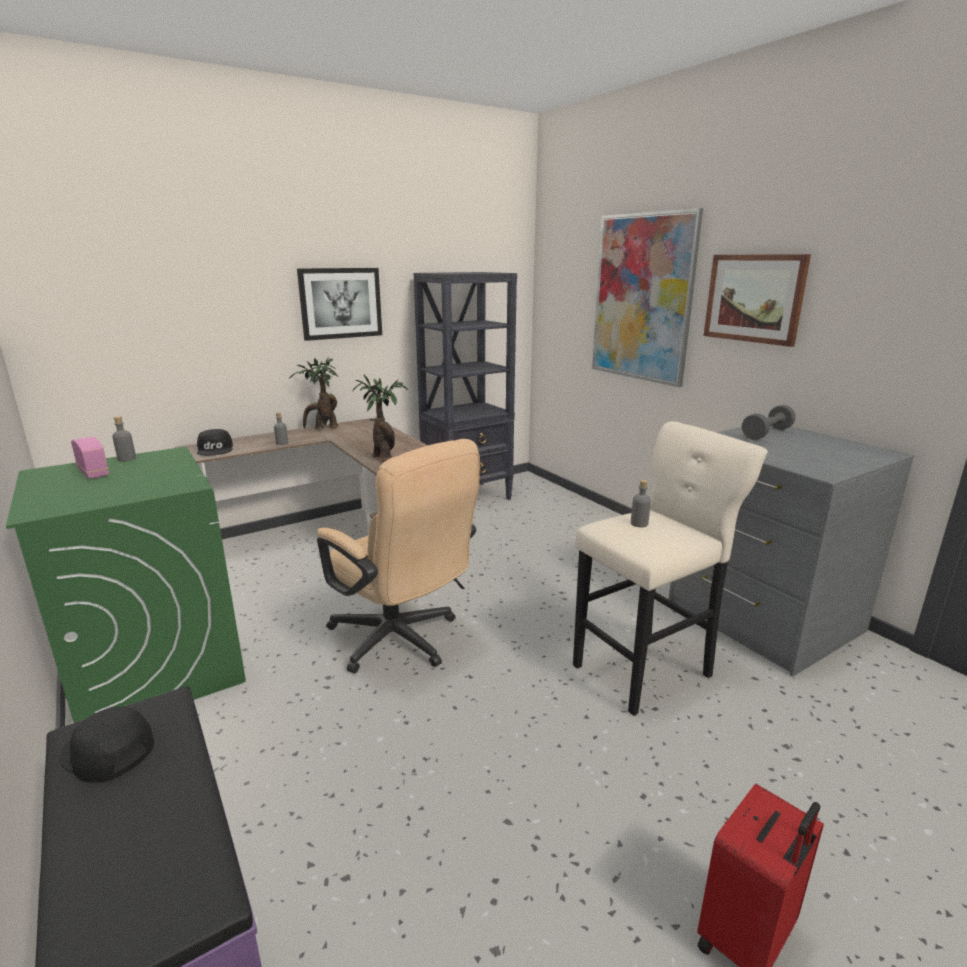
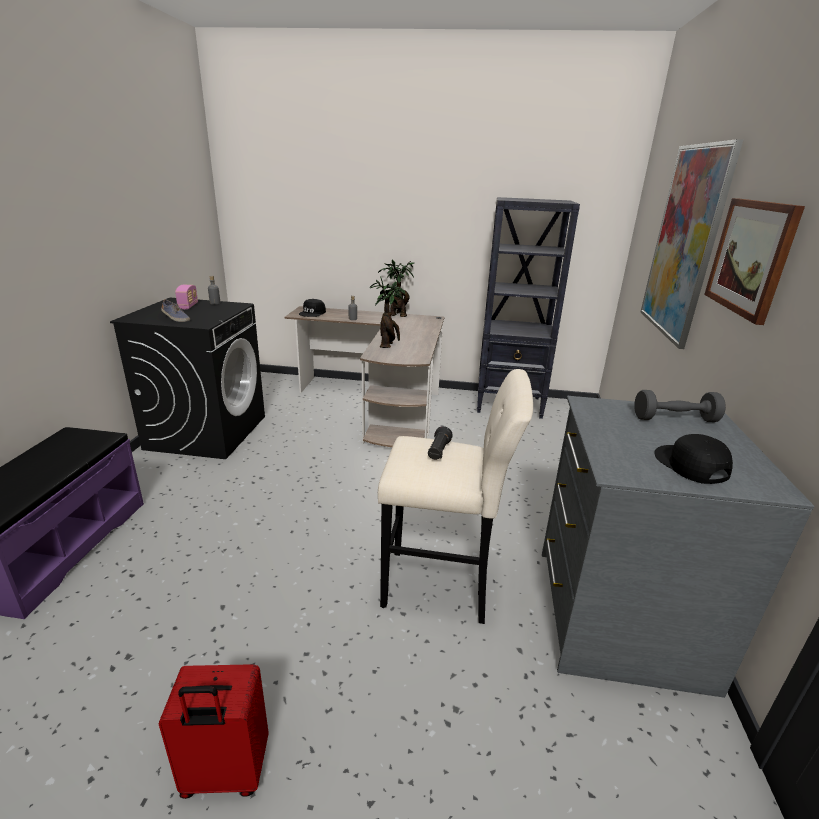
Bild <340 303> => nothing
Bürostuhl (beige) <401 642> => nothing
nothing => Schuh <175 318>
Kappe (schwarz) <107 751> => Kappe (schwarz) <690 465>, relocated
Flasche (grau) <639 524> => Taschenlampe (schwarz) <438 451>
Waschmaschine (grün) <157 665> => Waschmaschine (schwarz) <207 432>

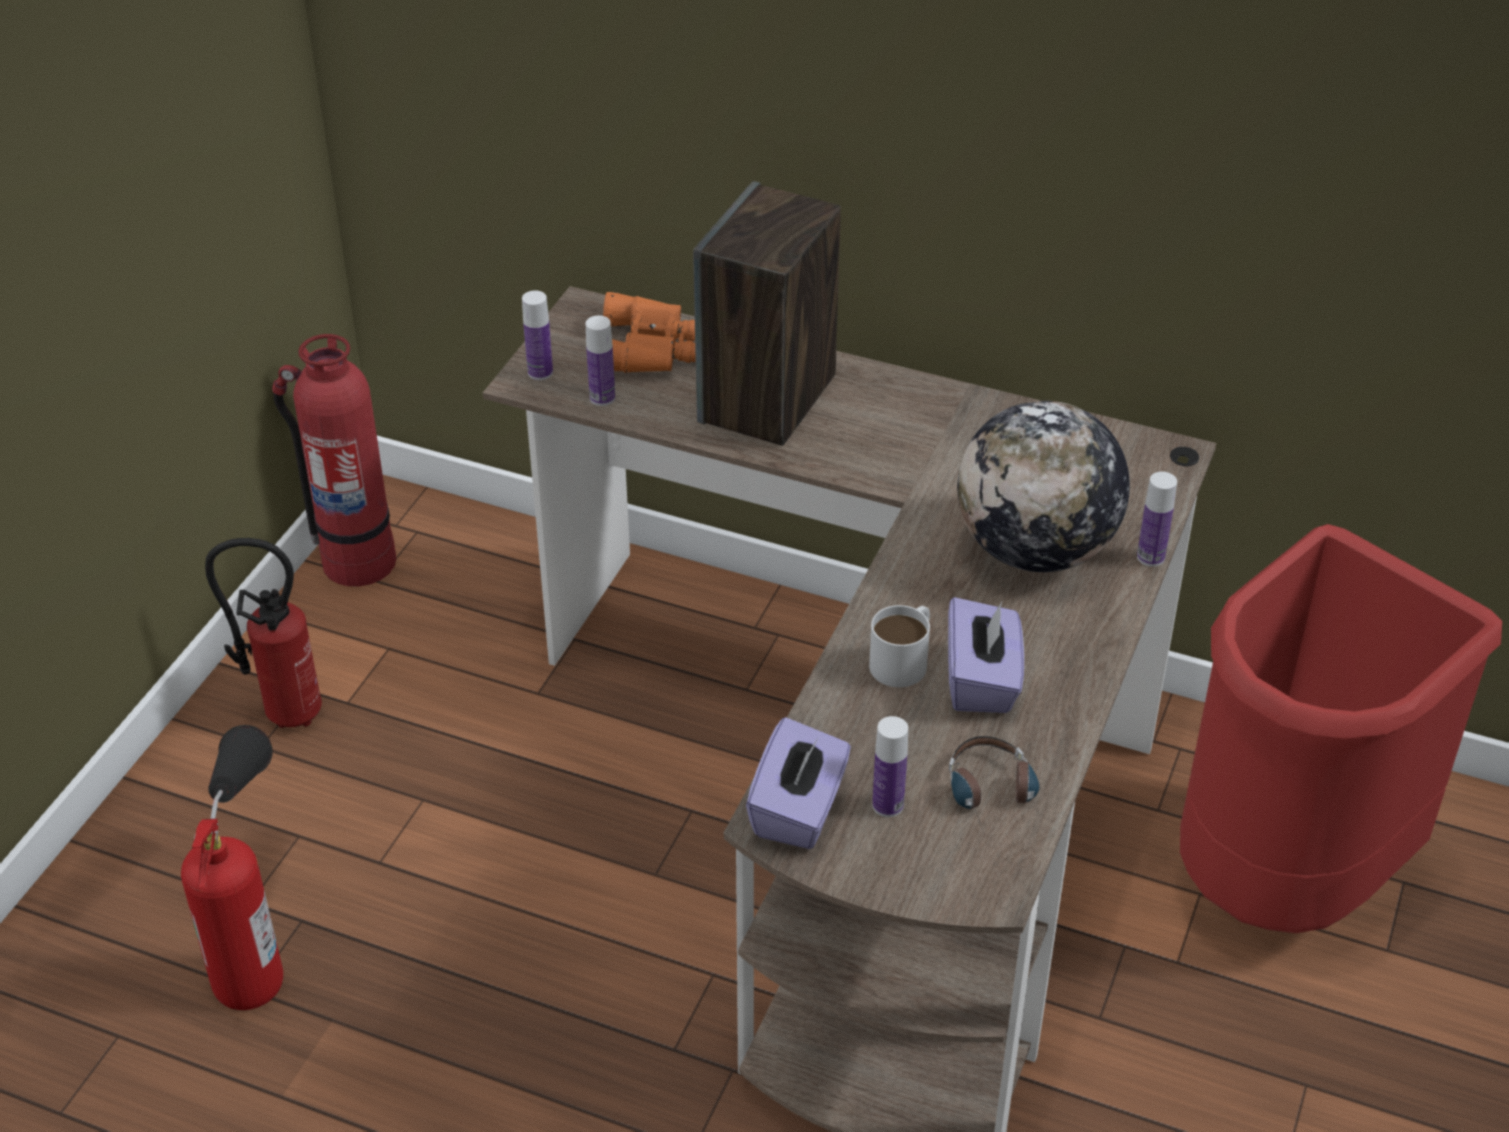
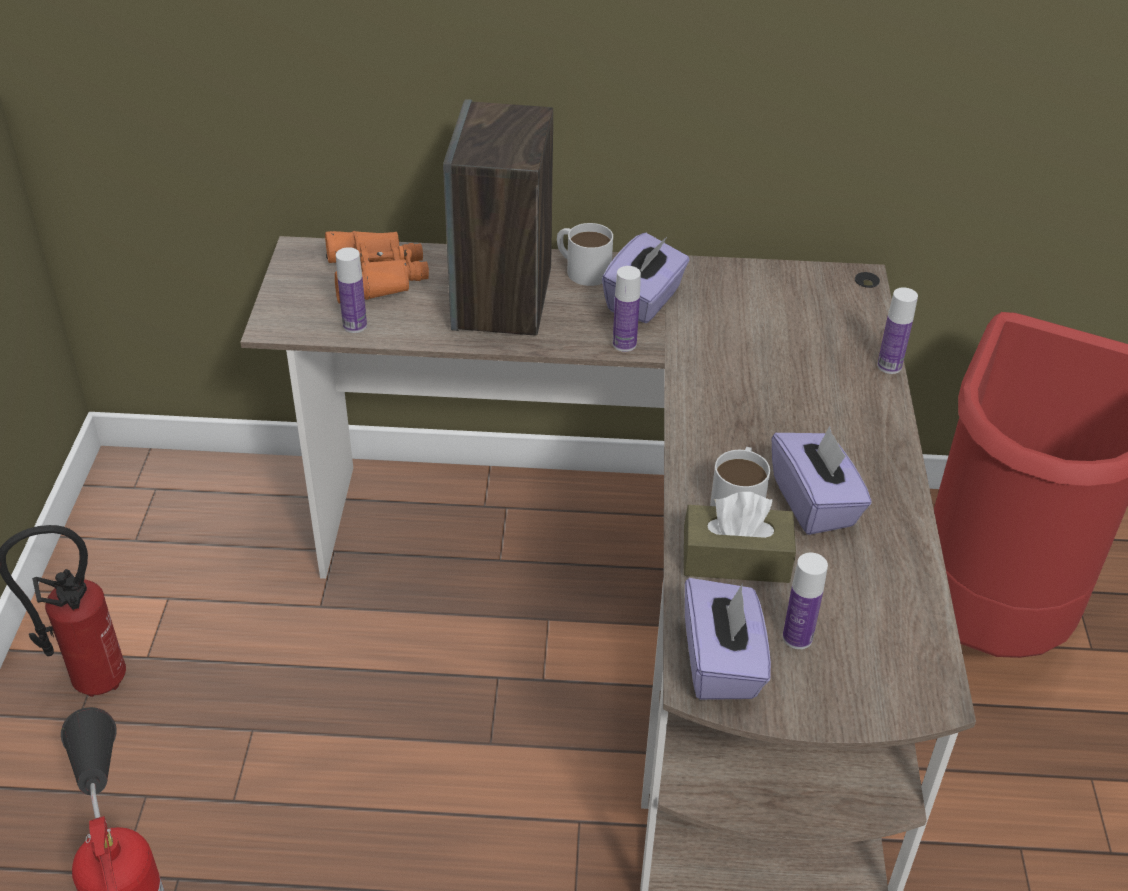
Feuerlöscher <357 560> => nothing
Kopfhörer <993 796> => nothing
Globus <1036 550> => nothing
nothing => Henkelbecher (weiß) <581 268>
nothing => Taschentuchbox (lila) <644 300>
nothing => Taschentuchbox (braun) <736 559>
Flasche <540 372> => Flasche <624 344>, relocated

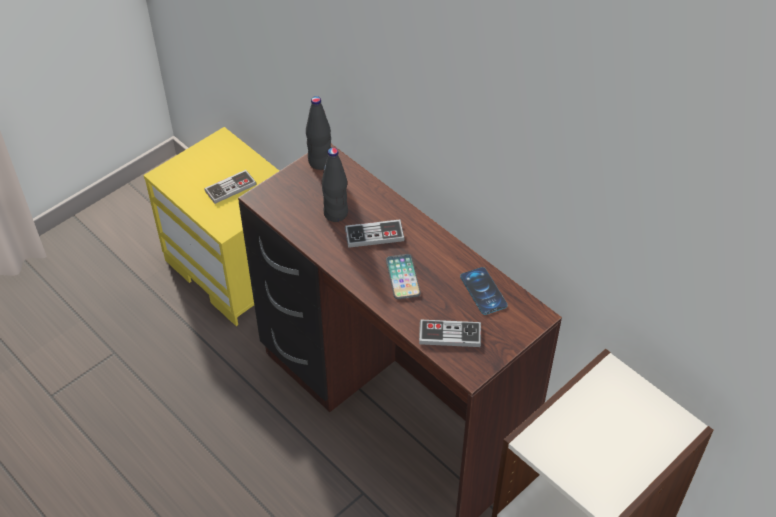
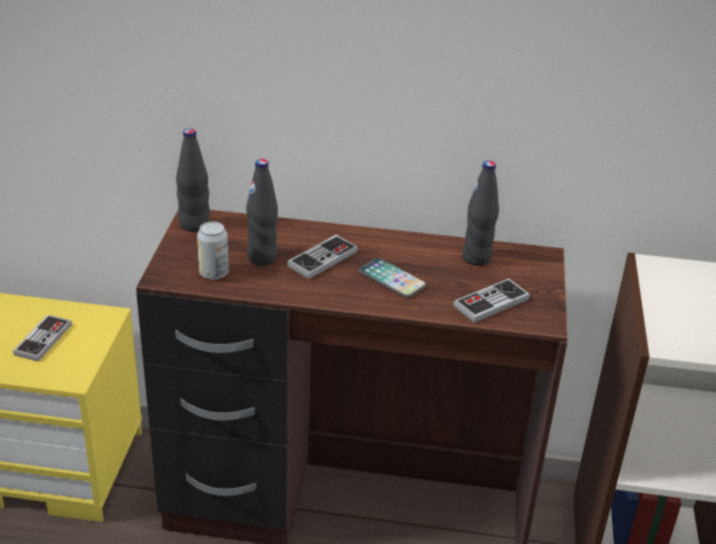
nothing => Dose <214 273>
Handy <483 291> => Flasche (schwarz) <477 258>

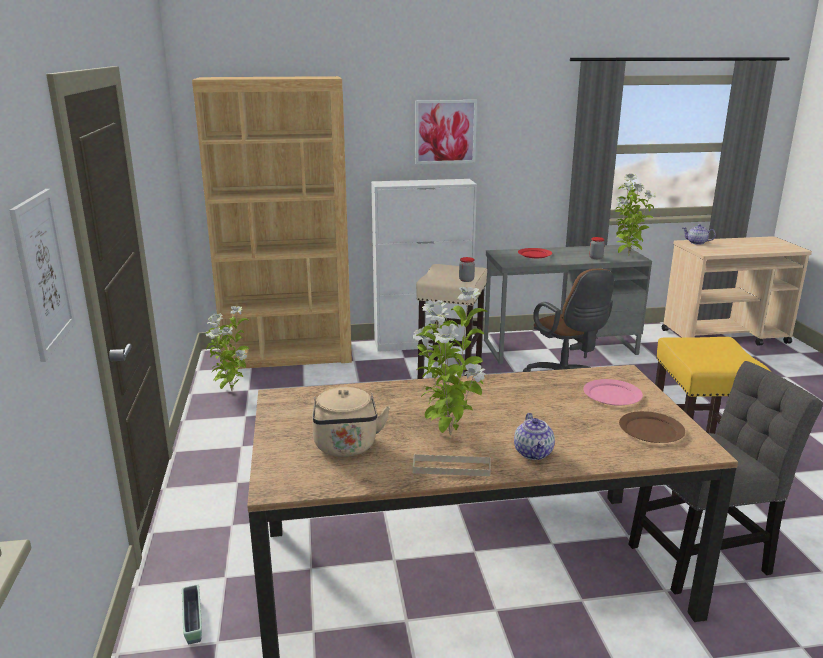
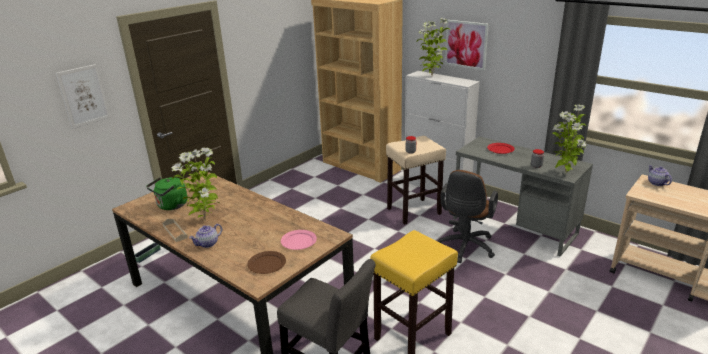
Topfpflanze <230 391> => Topfpflanze <431 76>, relocated
Wasserkessel (beige) <346 448> => Wasserkessel (grün) <171 206>

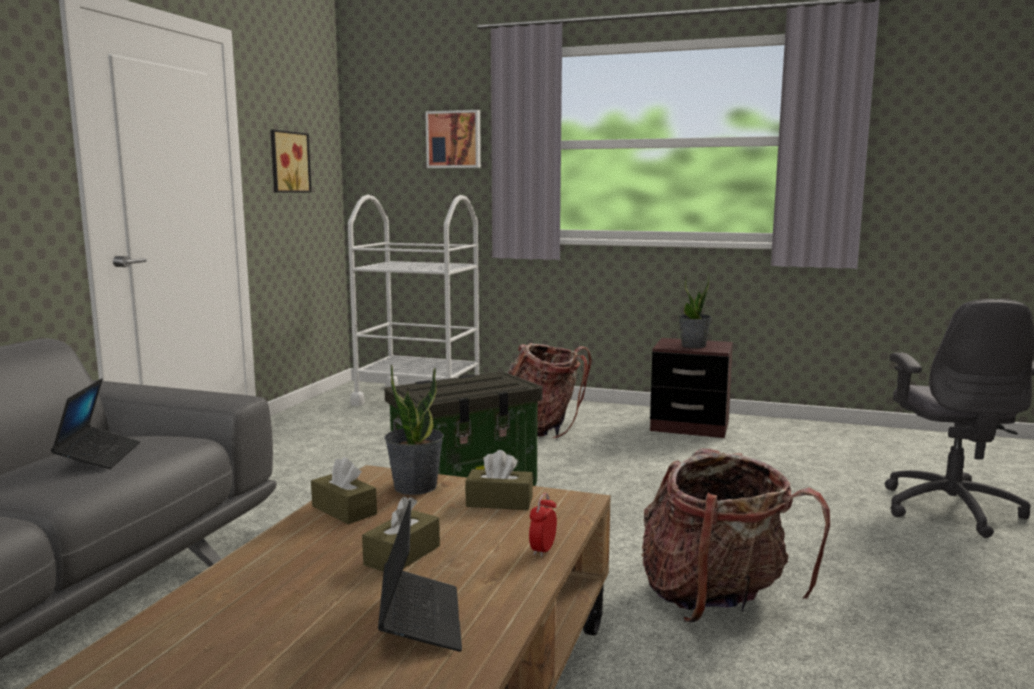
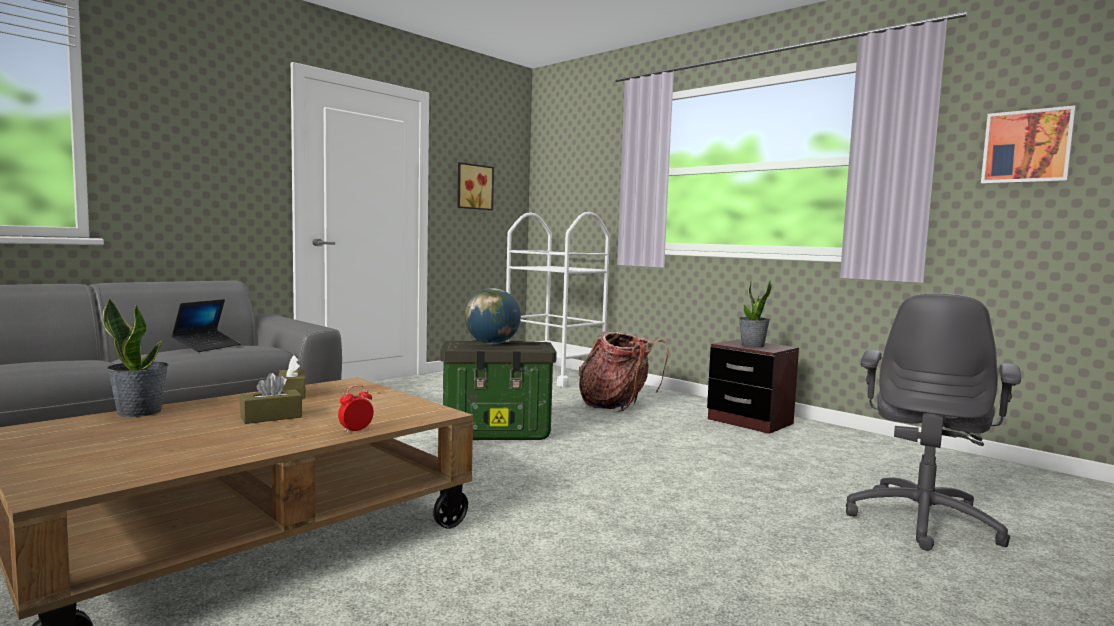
Laptop <420 620> => nothing
Taschentuchbox (braun) <499 502> => nothing
Rucksack <716 600> => nothing
nothing => Globus <492 343>
Topfpflanze <415 486> => Topfpflanze <139 412>, relocated
Bild <454 139> => Bild <1027 147>, relocated

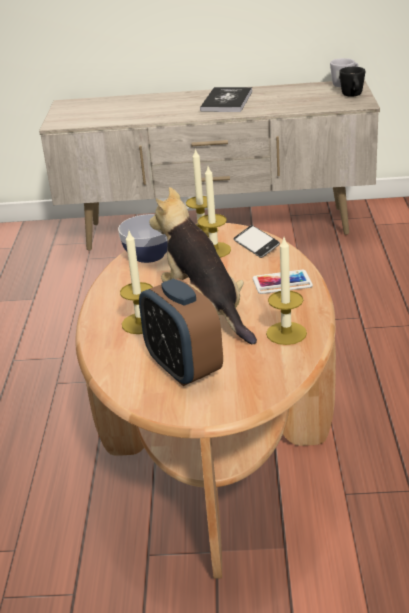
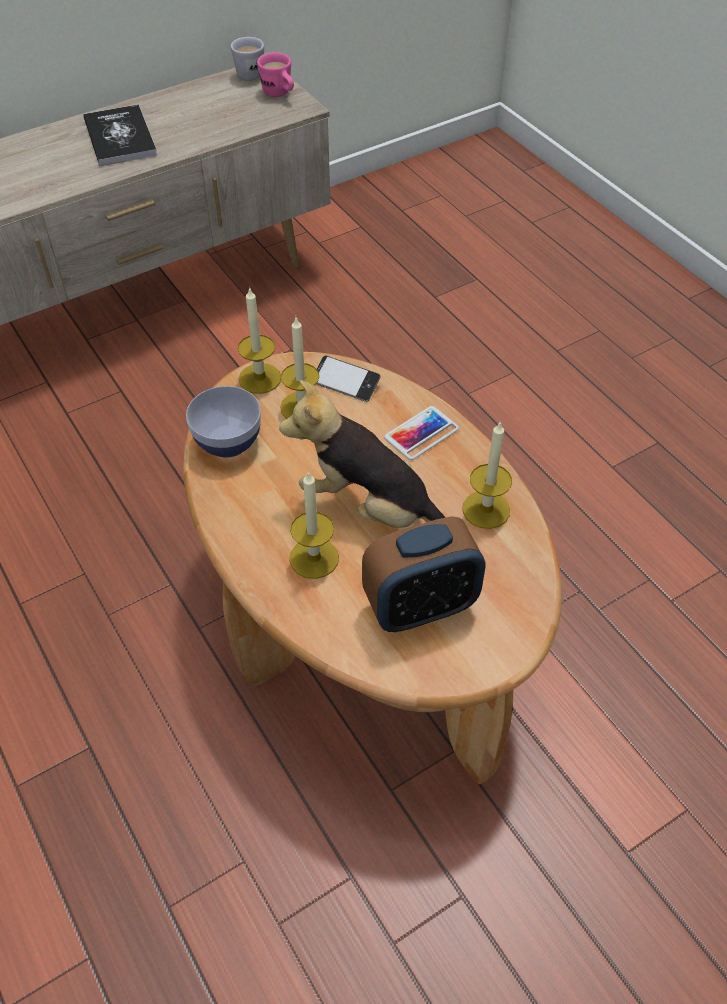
Henkelbecher (schwarz) <353 96> => Henkelbecher (rosa) <279 94>
Wecker <183 368> => Wecker <420 607>, 45 degrees counterclockwise

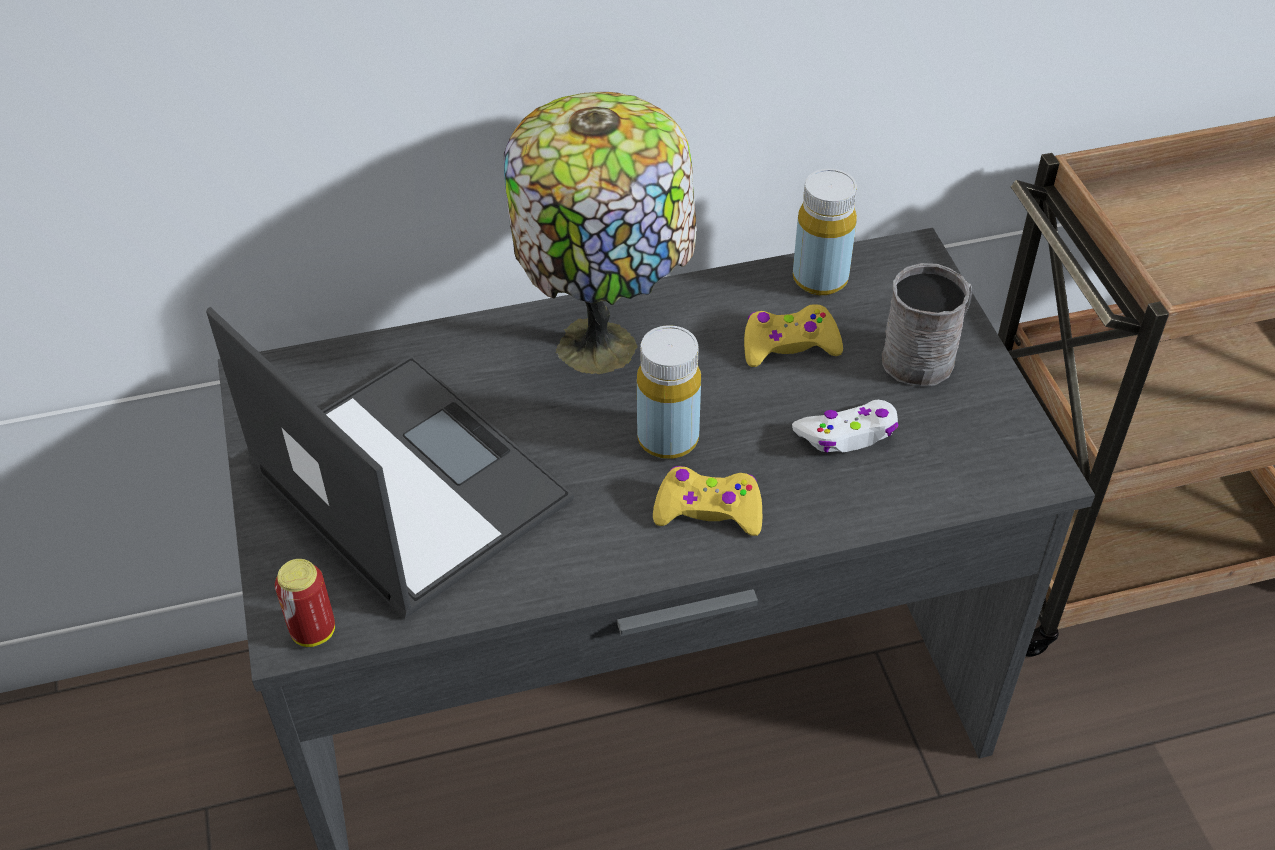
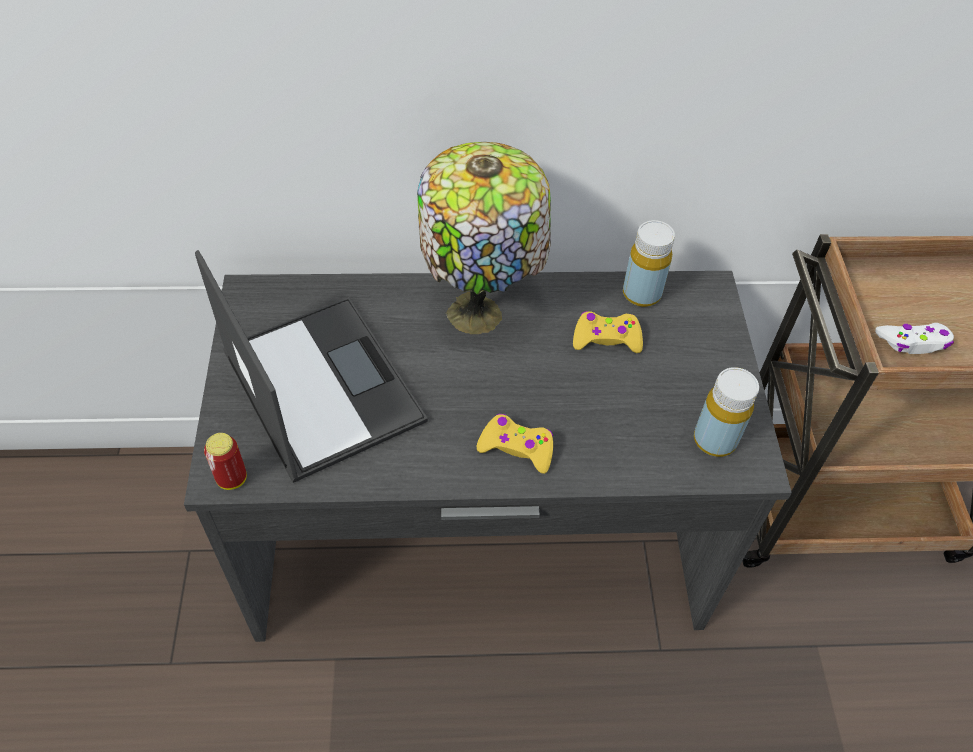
Henkelbecher (grau) <925 355> => nothing
Flasche (gelb) <668 439> => Flasche (gelb) <715 440>, relocated
Gamepad (weiß) <848 434> => Gamepad (weiß) <913 342>, relocated

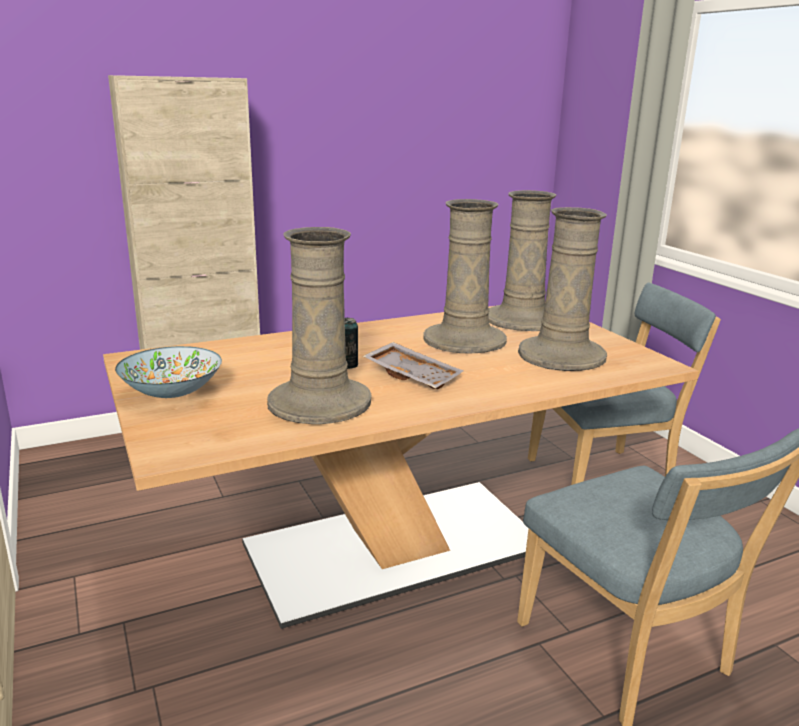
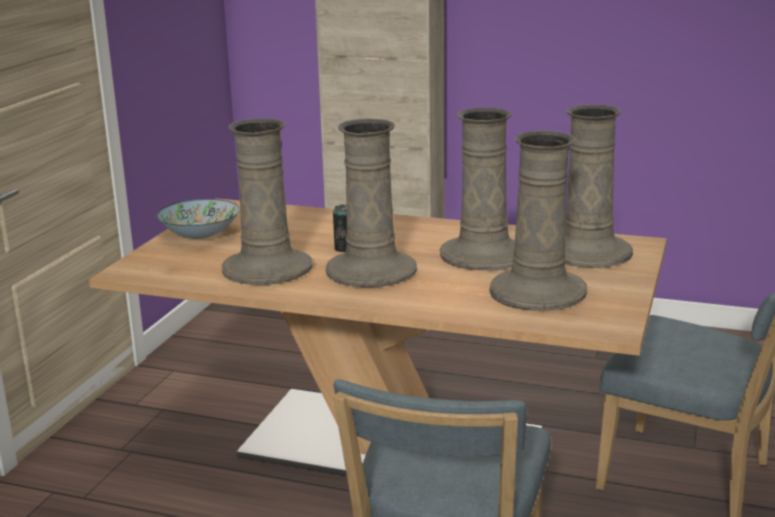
Tablett (grau) <413 375> => Vase (beige) <371 270>

